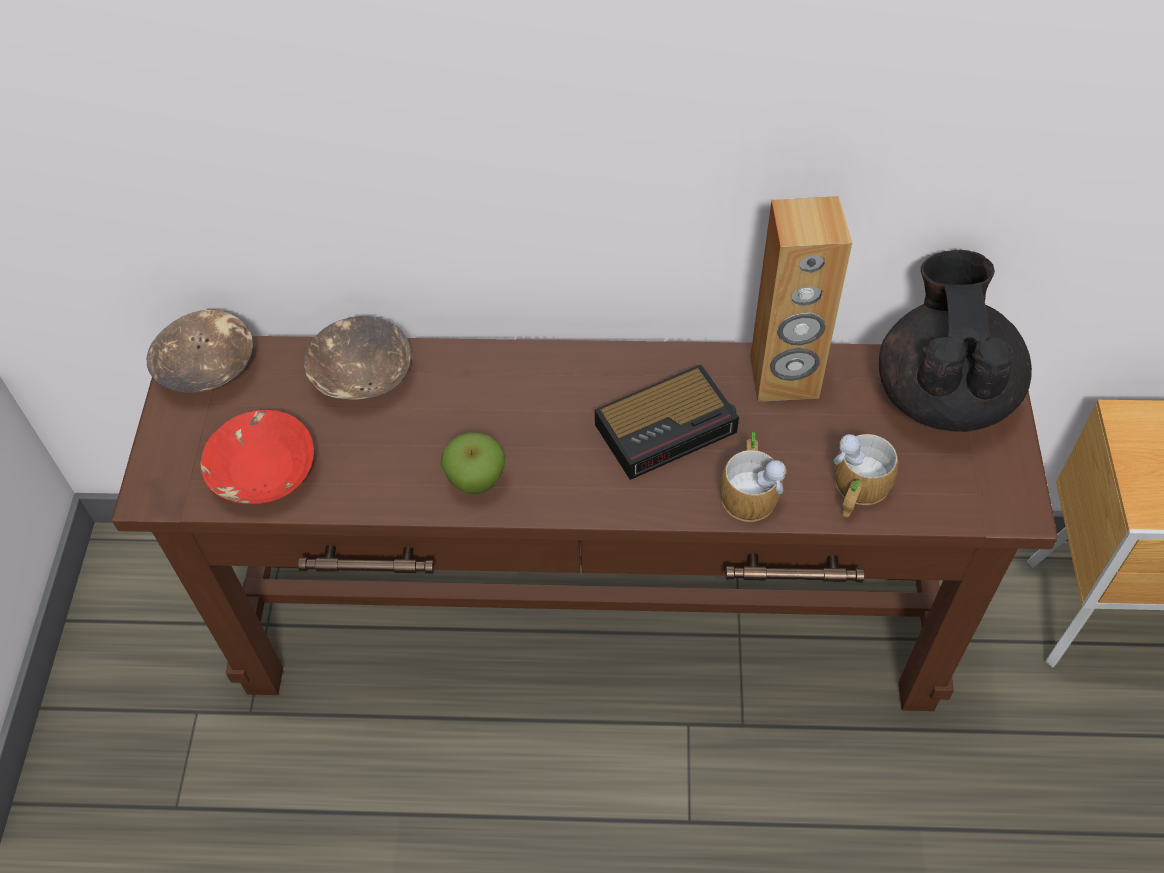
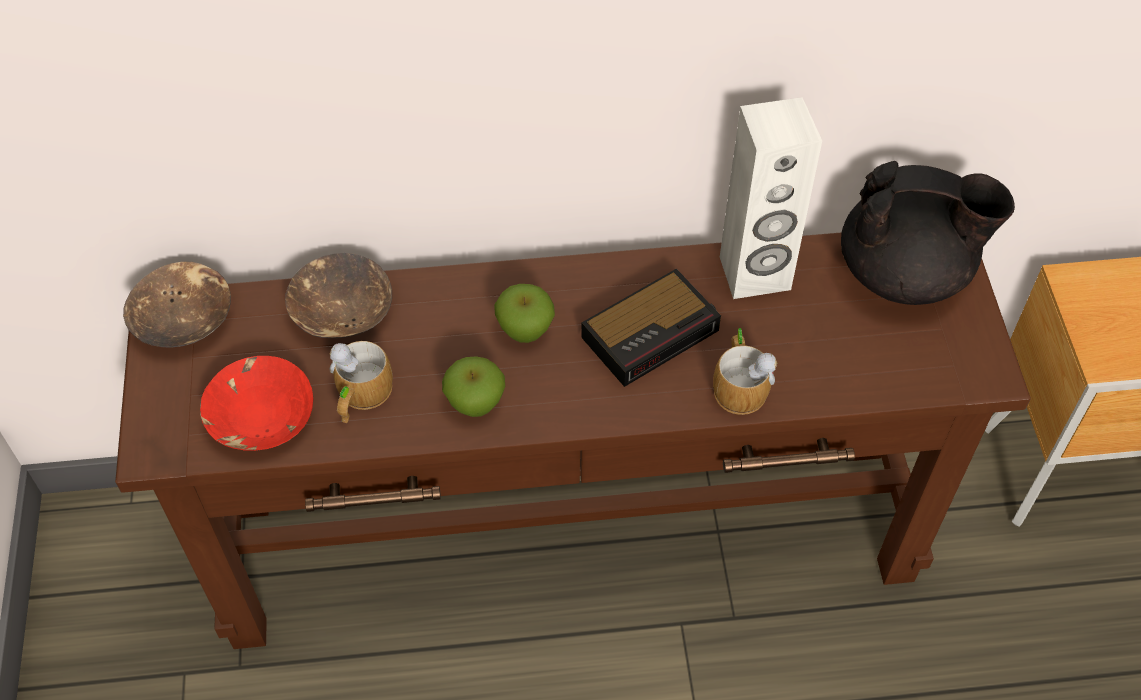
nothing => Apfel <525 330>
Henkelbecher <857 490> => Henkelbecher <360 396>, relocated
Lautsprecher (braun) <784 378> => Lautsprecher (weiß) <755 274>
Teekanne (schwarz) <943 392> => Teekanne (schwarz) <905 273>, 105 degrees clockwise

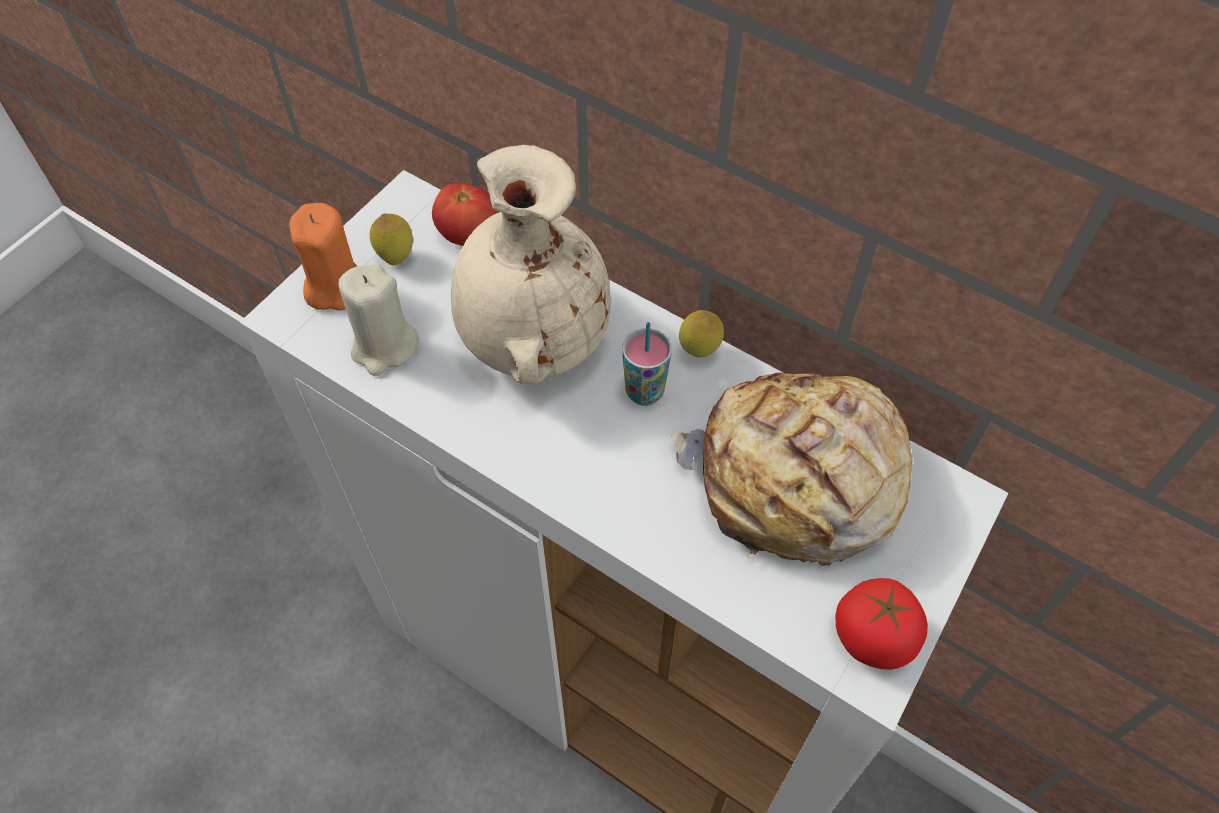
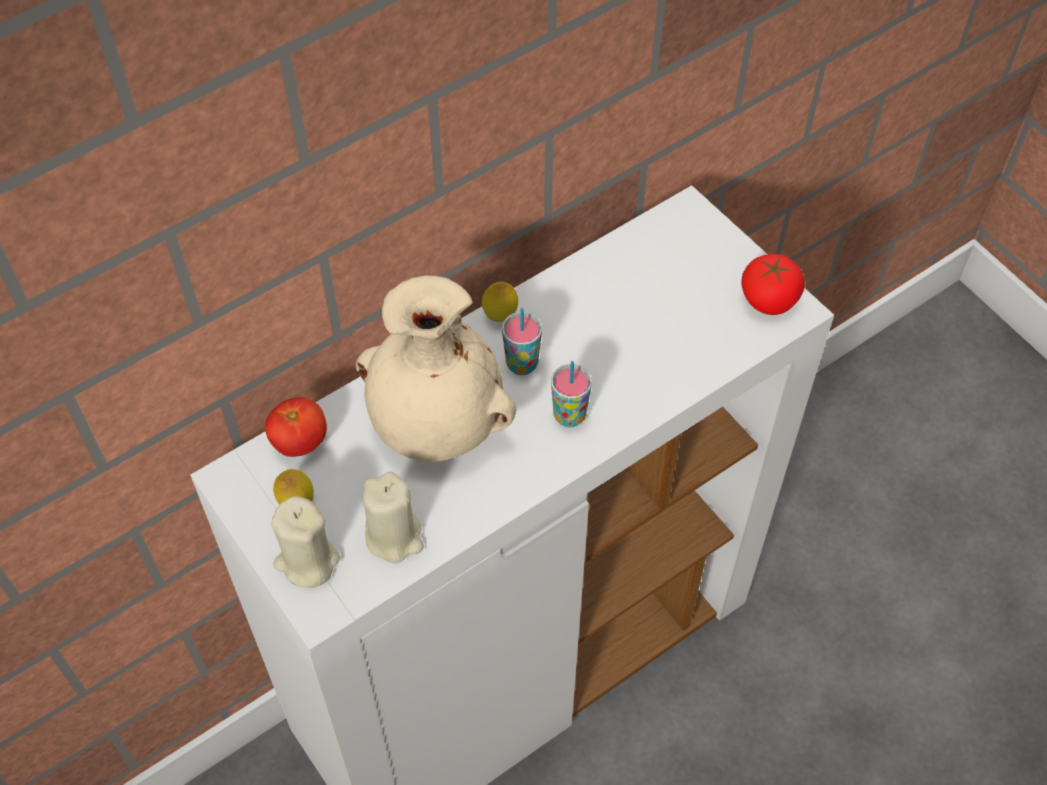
Brot <797 483> => nothing
nothing => Tasse <569 415>
Kerze (orange) <334 286> => Kerze (beige) <307 561>

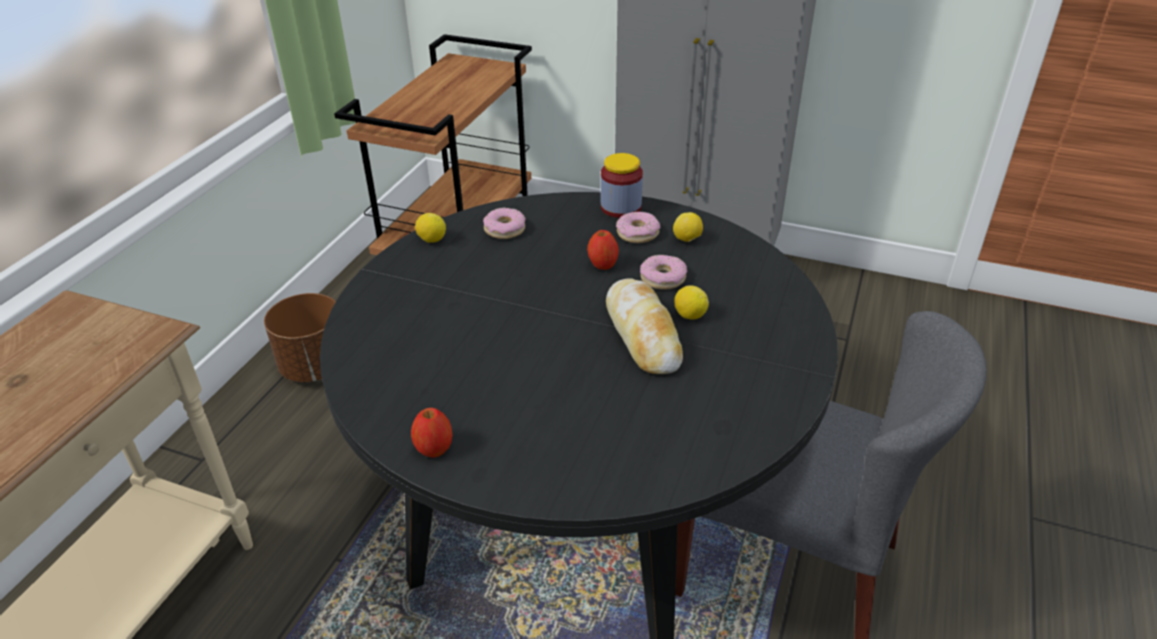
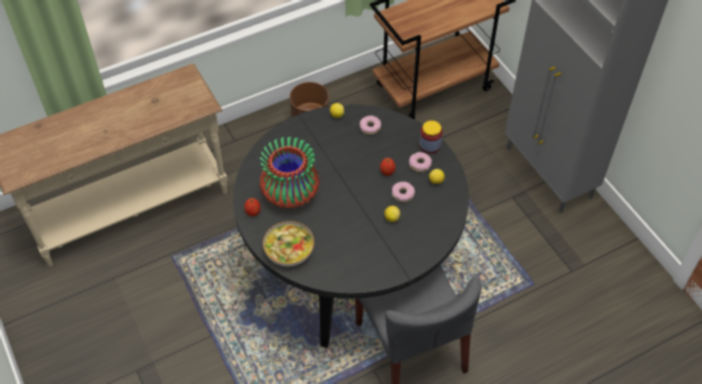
Brot <642 335> => nothing
nothing => Vase <290 194>
nothing => Schüssel <289 251>

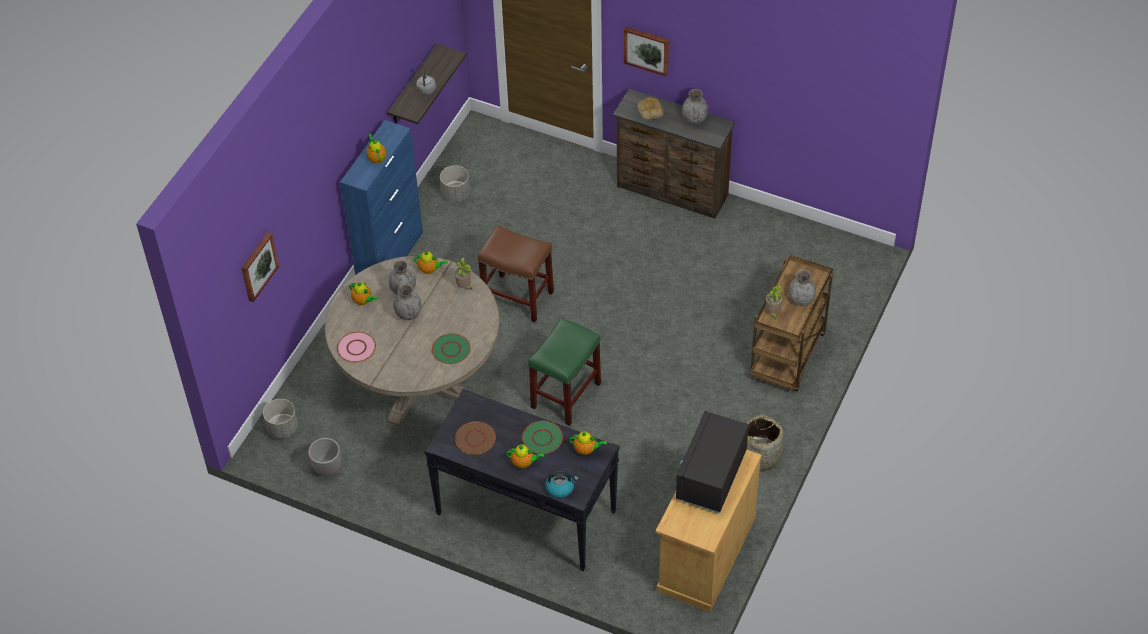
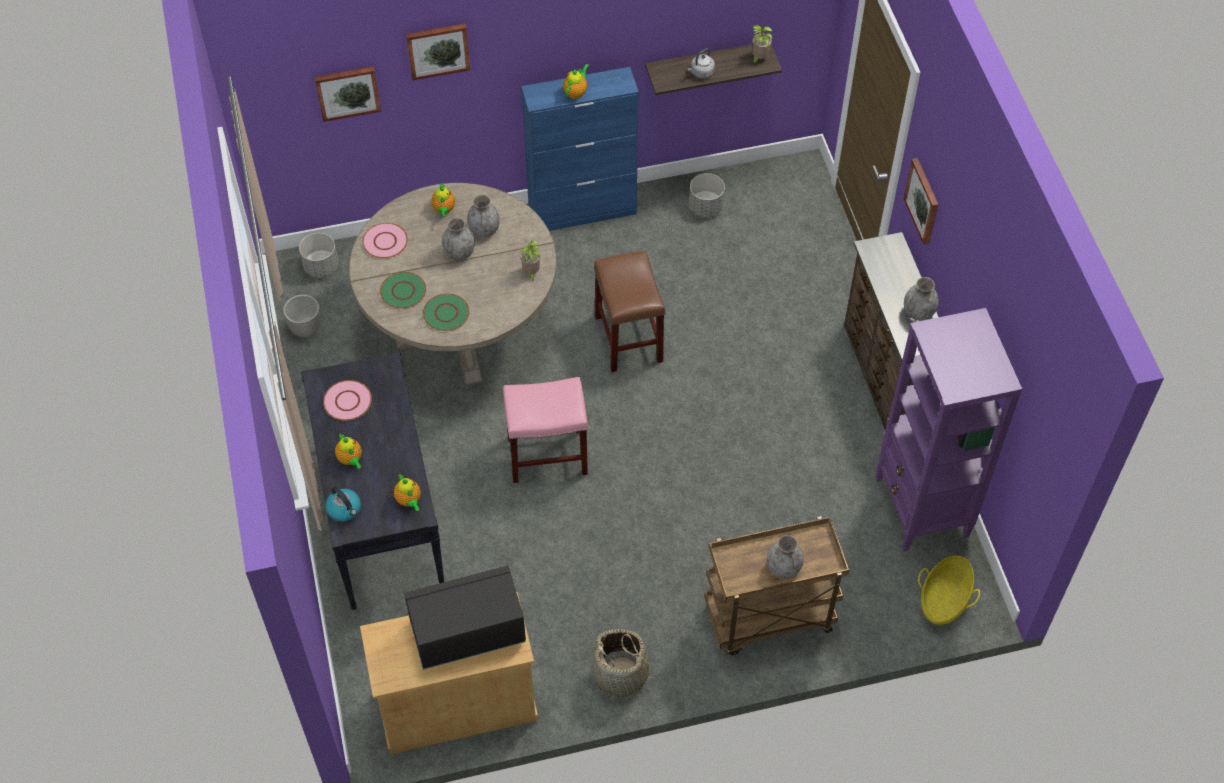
Teekanne <430 270> => nothing
Brot <649 110> => nothing
nothing => Bild <438 50>
nothing => Bücherregal (lila) <921 508>
nothing => Korb <944 599>
Teller (grün) <542 438> => Teller (grün) <403 291>, relocated
Topfpflanze <772 312> => Topfpflanze <759 58>, relocated
Teller (braun) <475 439> => Teller (rosa) <347 401>
Hocker (grün) <566 396> => Hocker (rosa) <546 456>

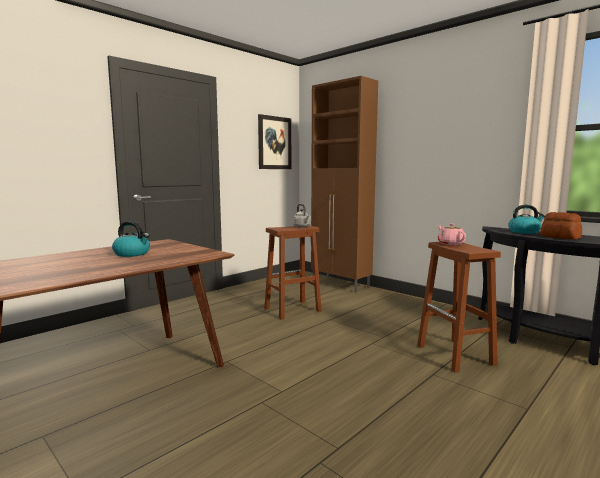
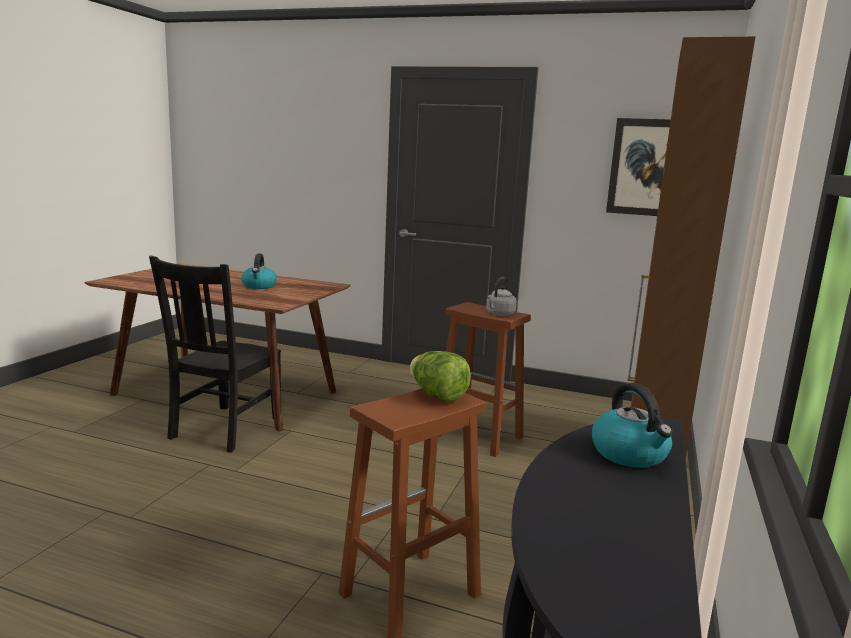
Brot <560 237> => nothing
nothing => Stuhl (schwarz) <224 429>
Teekanne (rosa) <450 243> => Salatkopf <437 395>

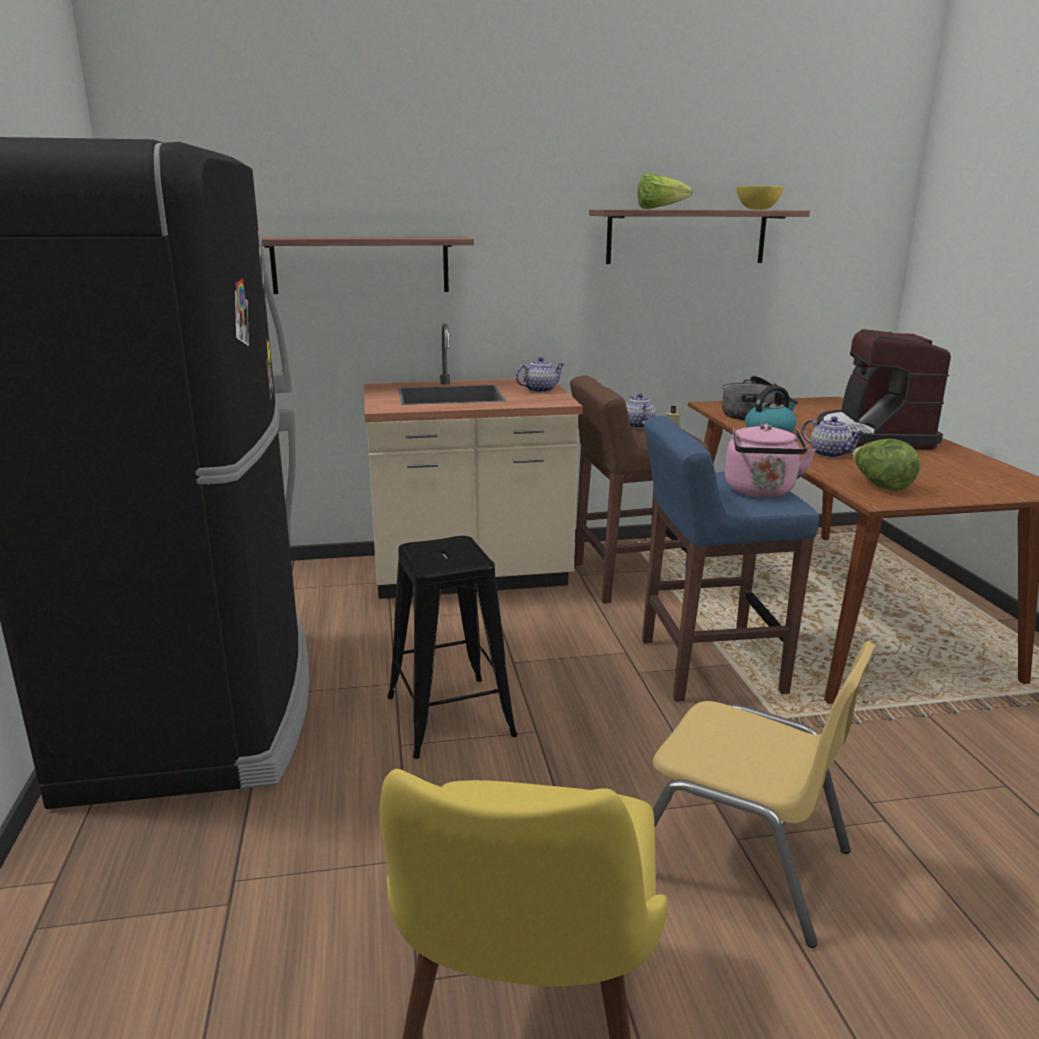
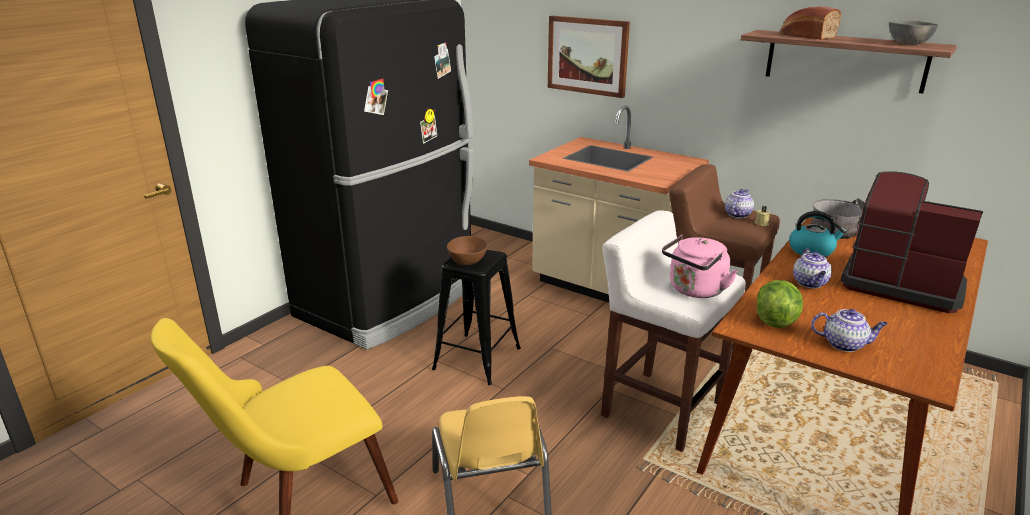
nothing => Schüssel (braun) <468 261>
Teekanne <540 390> => Teekanne <844 344>, relocated
Wandregal <361 265> => Bild <587 55>
Salatkopf <659 209> => Brot <805 36>
Hocker (blau) <708 666> => Hocker (weiß) <660 408>
Schüssel (gelb) <757 209> => Schüssel (grau) <907 44>
Kaffeemaschine <873 436> => Kaffeemaschine <900 283>, 75 degrees clockwise

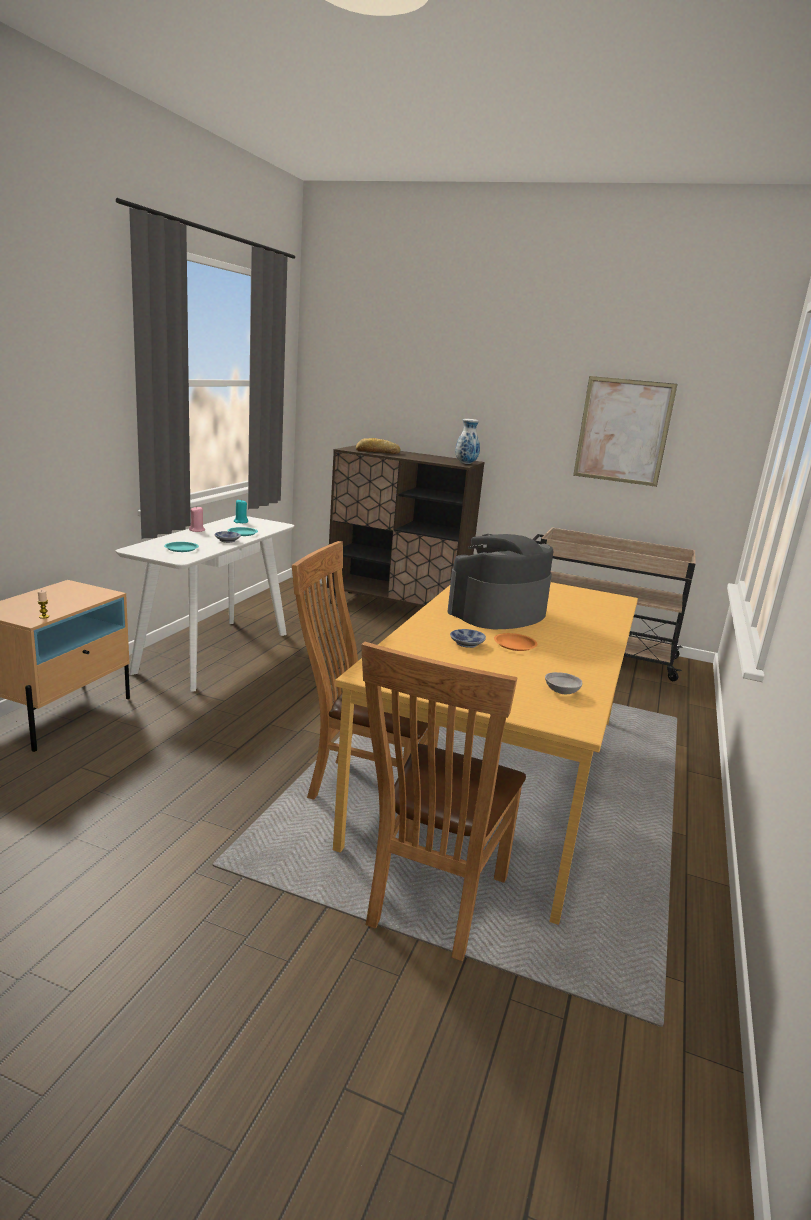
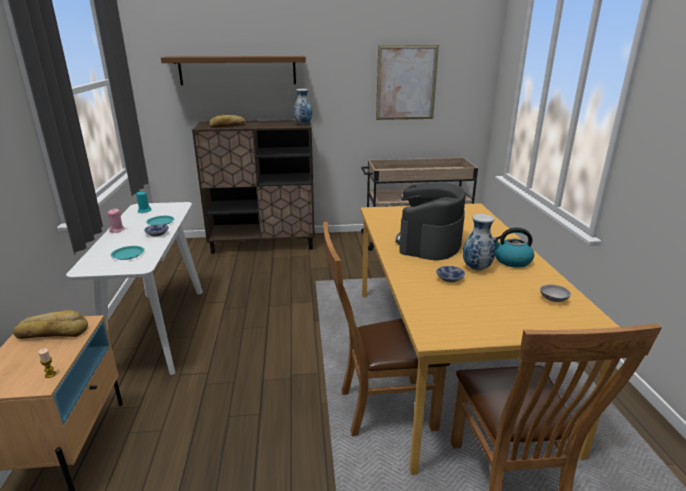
nothing => Brot <53 332>
nothing => Wandregal (braun) <237 70>
nothing => Wasserkessel <511 261>
Teller (orange) <514 645> => Vase <476 268>

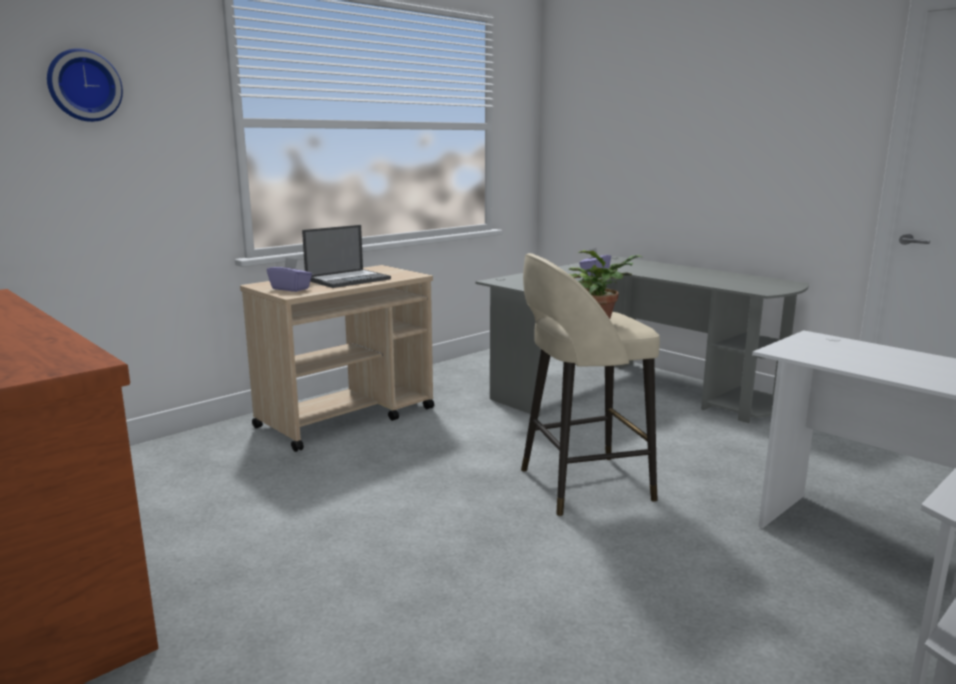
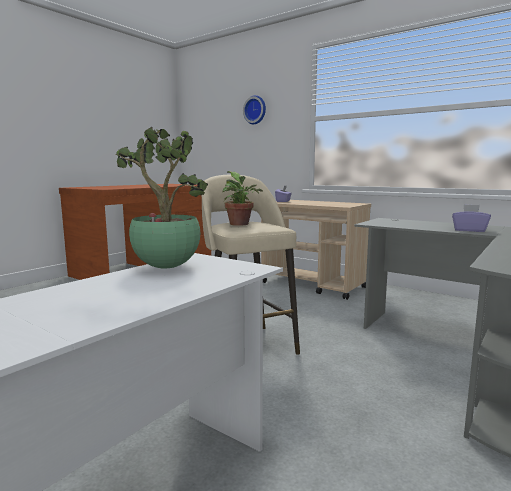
Laptop <348 279> => nothing
nothing => Topfpflanze <164 267>

